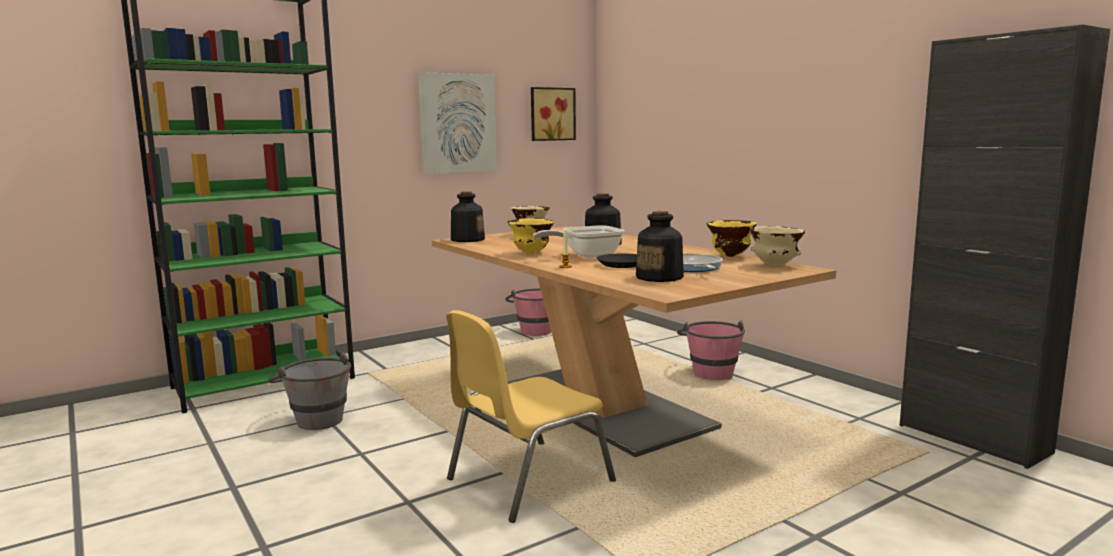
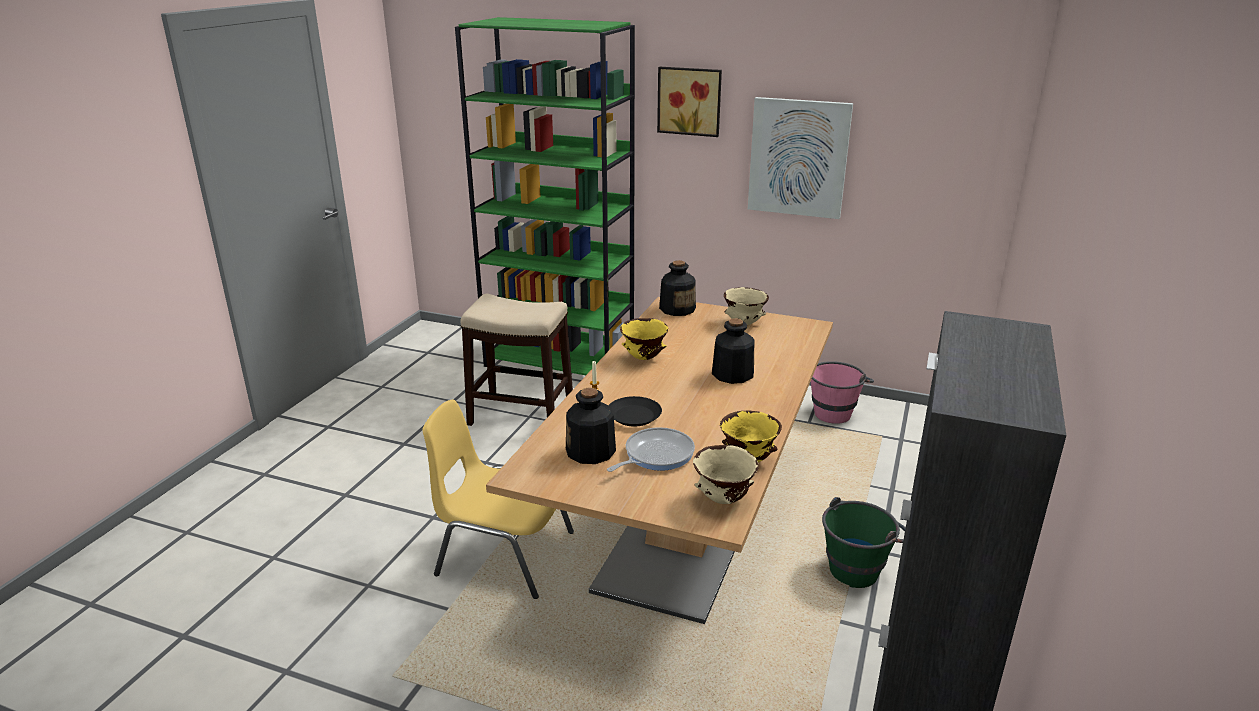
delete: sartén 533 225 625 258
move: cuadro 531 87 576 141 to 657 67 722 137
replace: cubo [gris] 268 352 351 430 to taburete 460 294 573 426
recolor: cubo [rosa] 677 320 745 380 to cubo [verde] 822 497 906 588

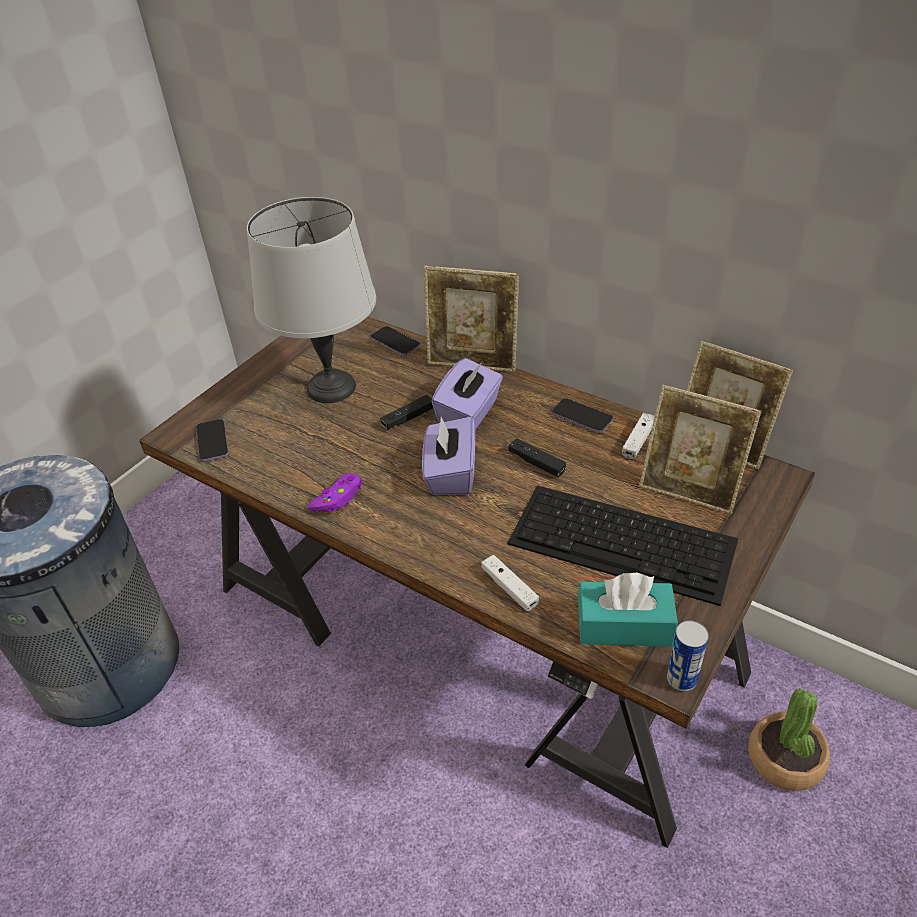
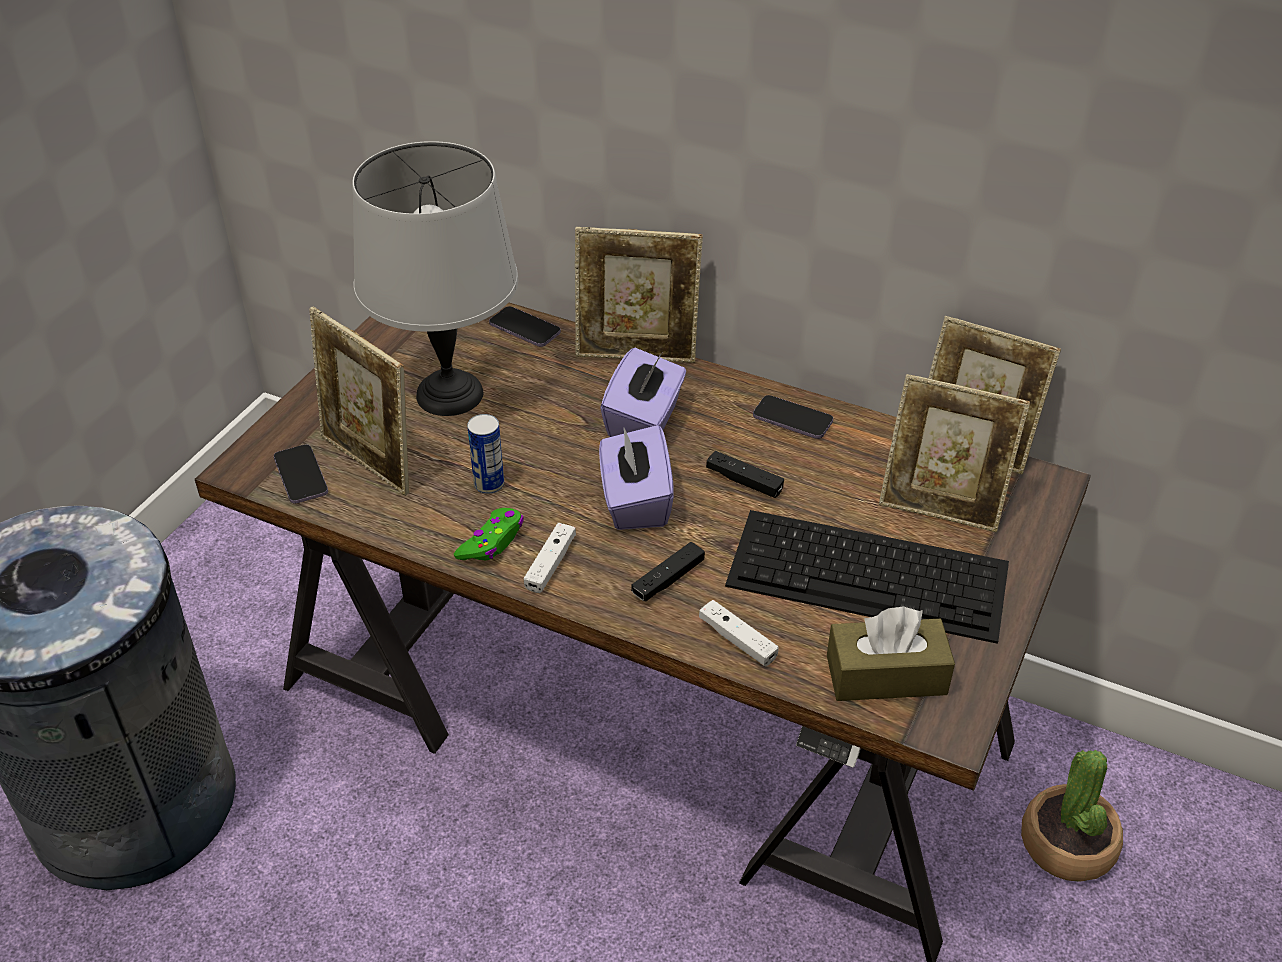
insert: portarretratos 309 306 409 496
move: lata 667 621 709 692 to 467 414 504 494; mando de consola [blanco] 622 413 654 459 to 524 523 576 593; mando de consola [negro] 380 395 433 429 to 631 542 705 601
recolor: mando de consola [morado] 307 473 362 512 to mando de consola [verde] 454 508 524 560; caja de pañuelos [turquesa] 578 573 678 647 to caja de pañuelos [marrón] 827 606 955 701

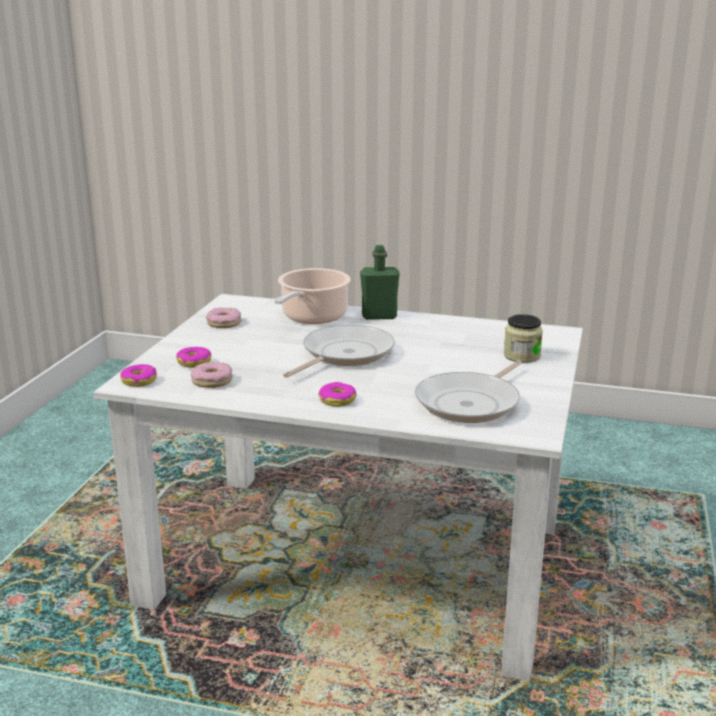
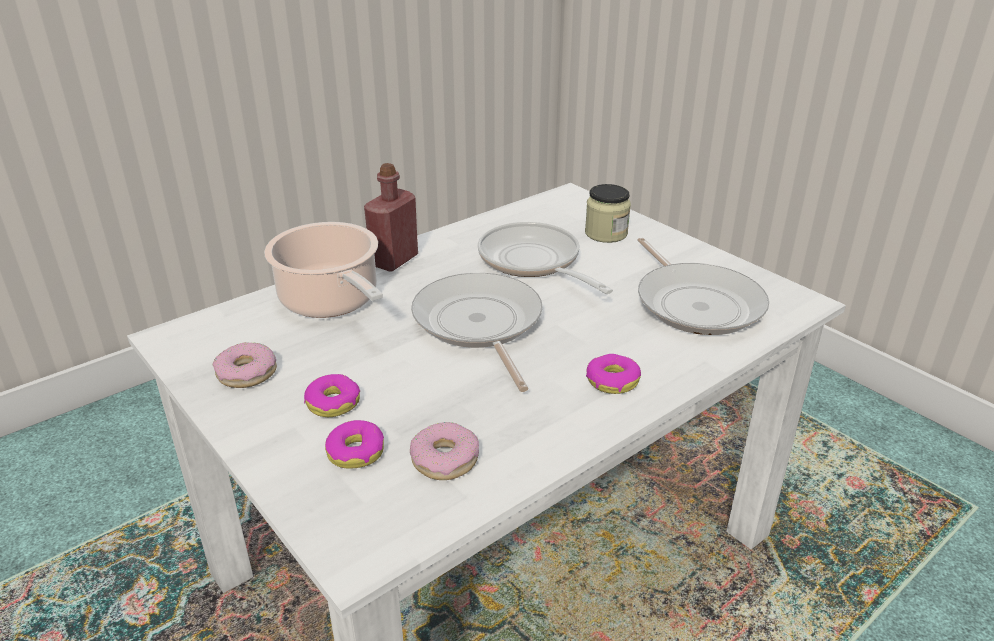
insert: sartén 478 222 613 294
move: rosquilla 120 364 157 387 to 304 374 360 417
recolor: botella [verde] 360 245 400 320 to botella [rojo] 364 163 418 272

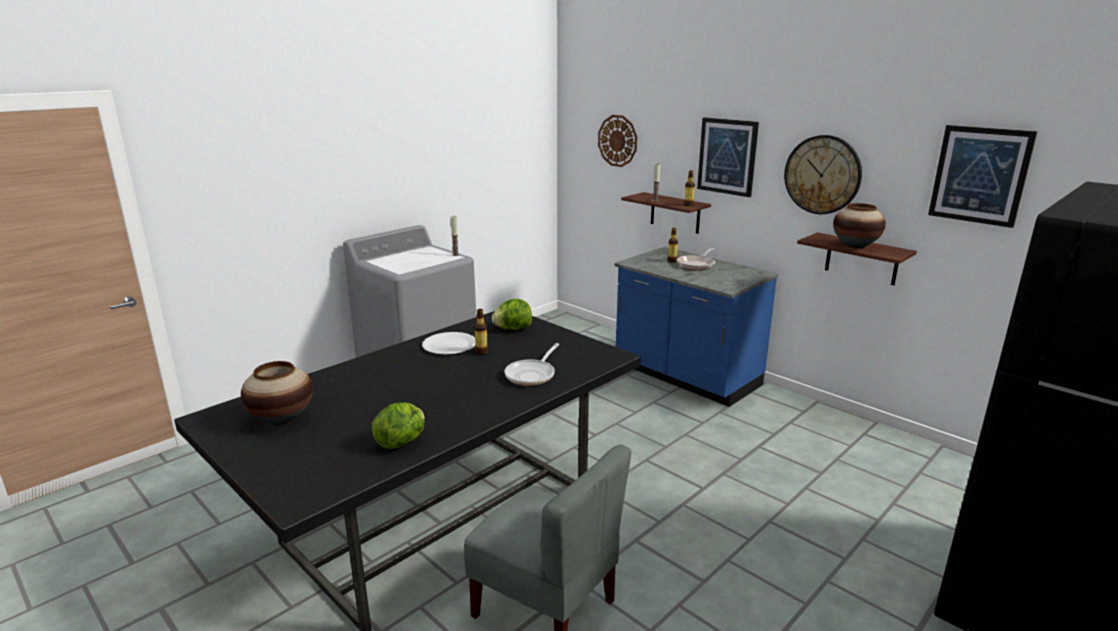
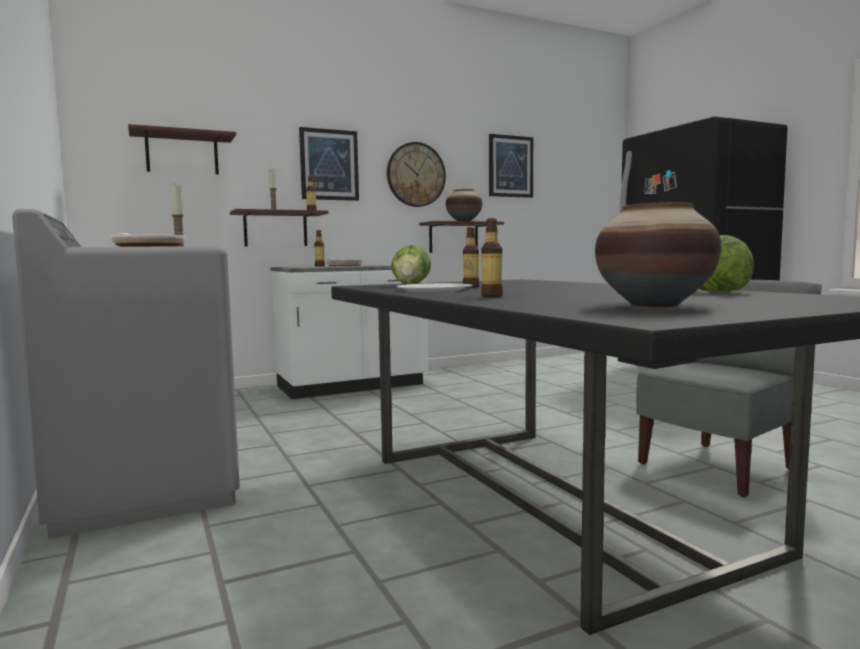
insert: botella 481 218 503 297
move: sartén 505 343 559 386 to 111 233 186 247
replace: reloj de pared 598 115 637 167 to estante 128 124 236 175
recolor: mueble bajo de cocina [azul] 614 247 778 407 to mueble bajo de cocina [blanco] 270 265 428 399

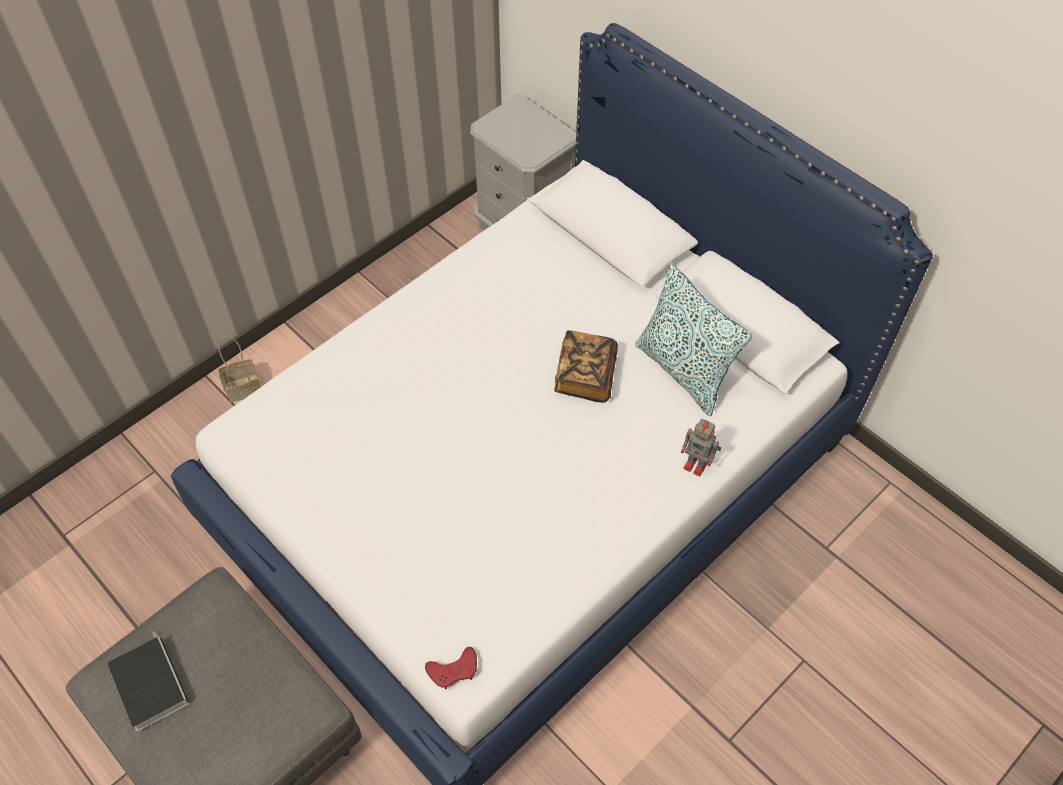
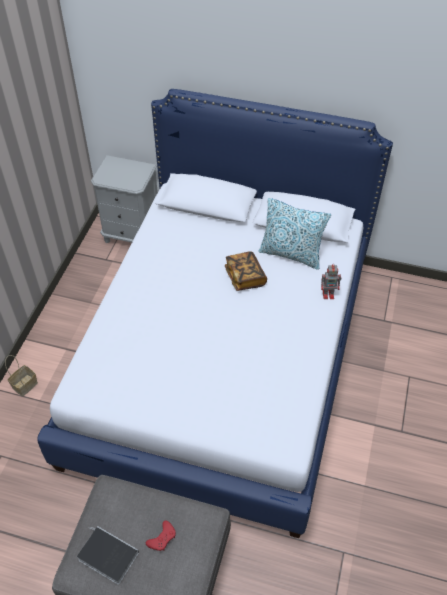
move: mando de consola [rojo] 425 647 477 689 to 146 520 176 551

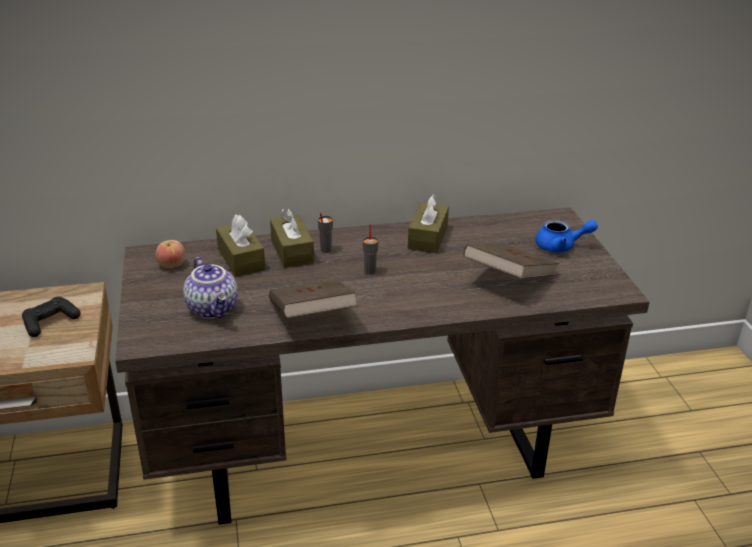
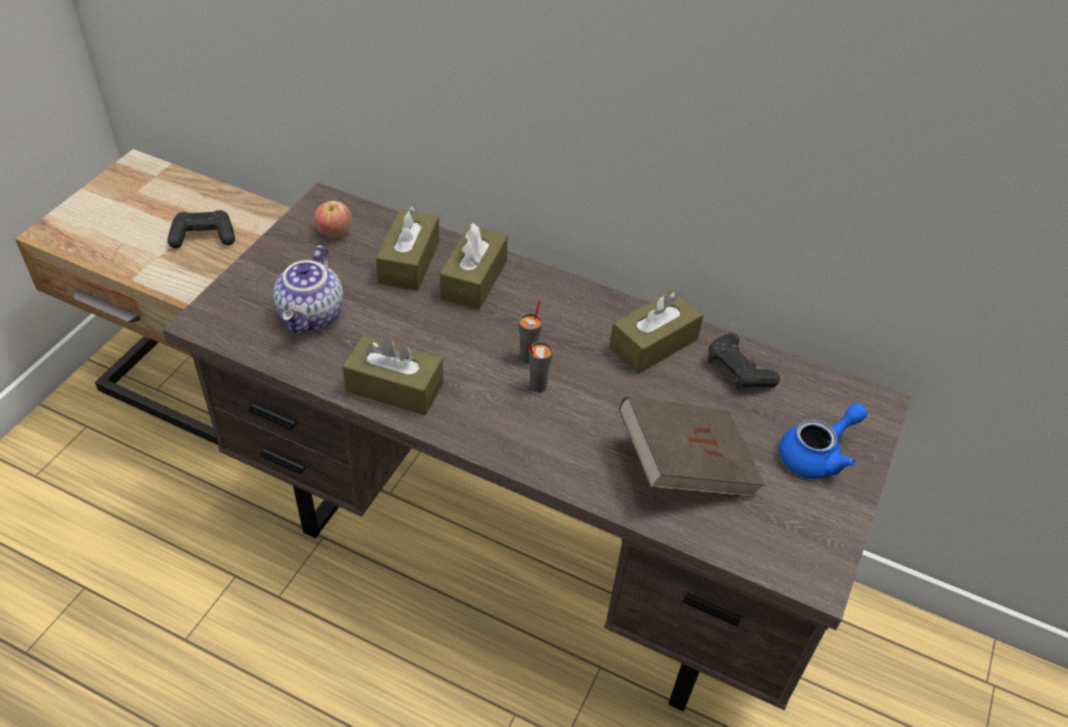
insert: mando de consola [negro] 708 333 780 390
move: taza [gris] 318 213 333 253 to 528 342 553 393
replace: libro [marrón] 269 279 358 318 to caja de pañuelos [marrón] 342 335 444 415
rotate: tetera [azul] 535 219 598 252 = 779 403 867 479 75 degrees counterclockwise

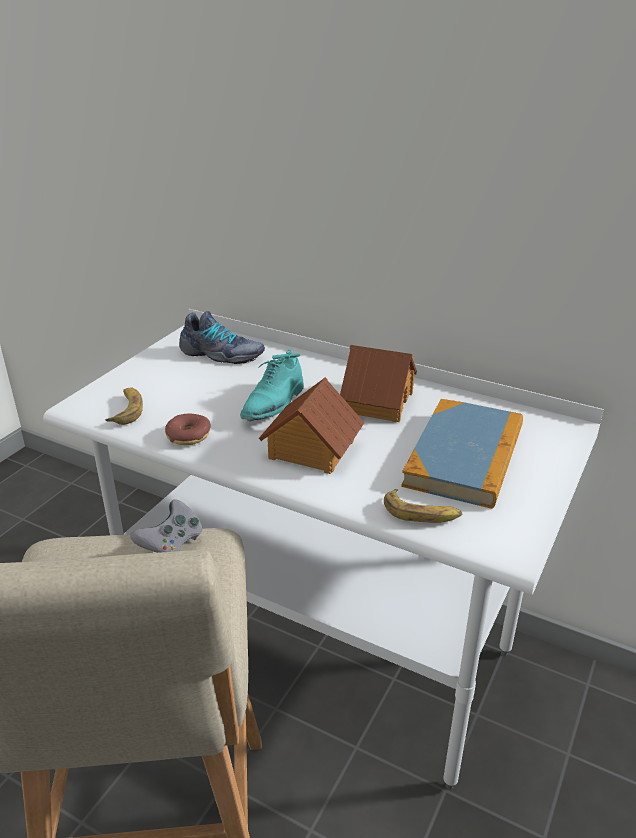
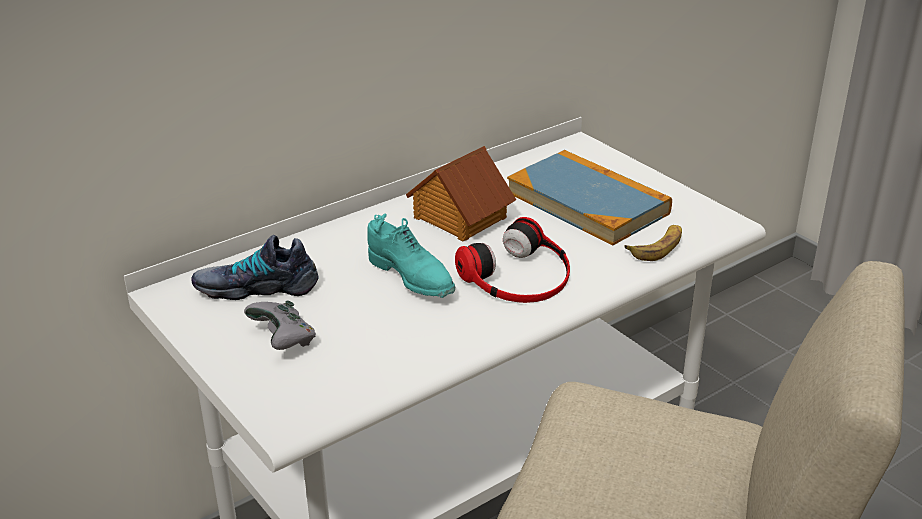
delete: plátano 105 387 143 425; rosquilla 165 414 211 445
move: mando de consola [gris] 130 499 203 553 to 244 301 316 350
replace: casita 259 377 364 474 to auriculares 455 217 570 303
rotate: zapato 179 311 265 364 = 191 235 318 300 135 degrees counterclockwise

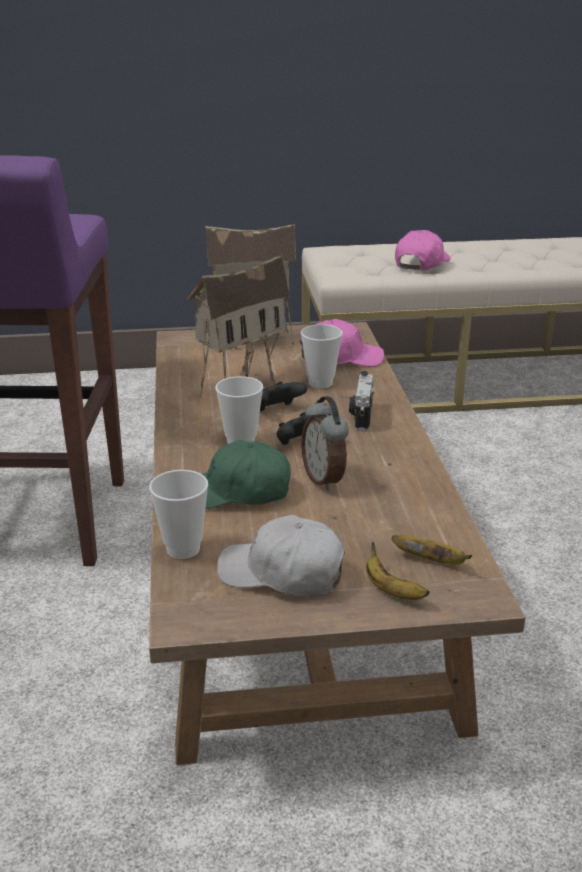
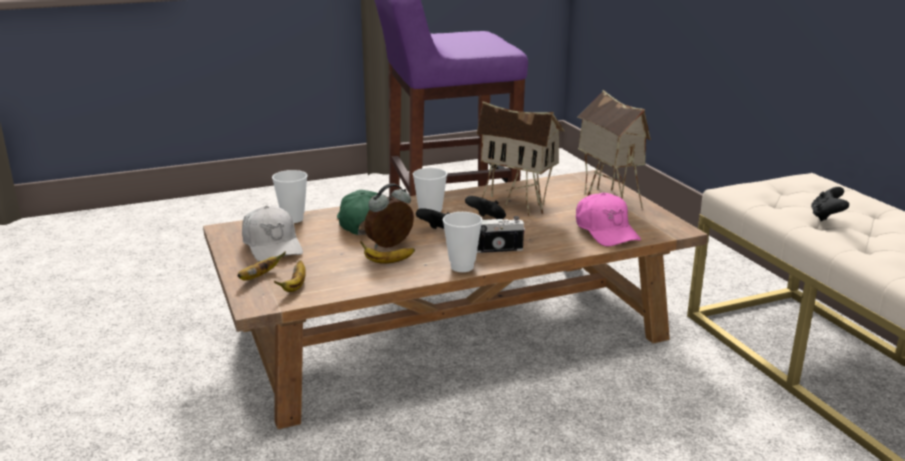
insert: plátano 360 241 415 264
move: taza 301 324 343 388 to 443 212 483 272
replace: gorra [rosa] 395 230 451 270 to mando de consola [negro] 811 187 849 221
rotate: gorra [blanco] 217 515 345 596 = 242 206 303 262 150 degrees clockwise

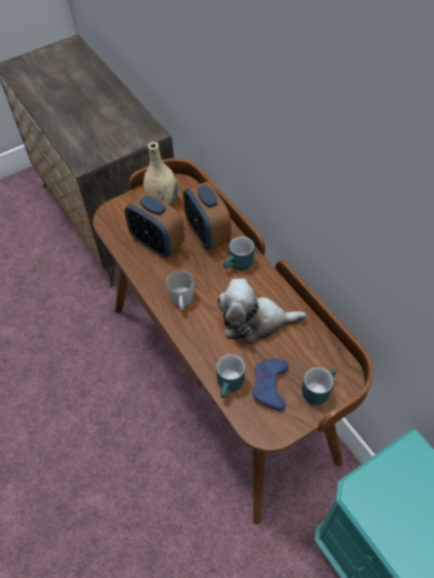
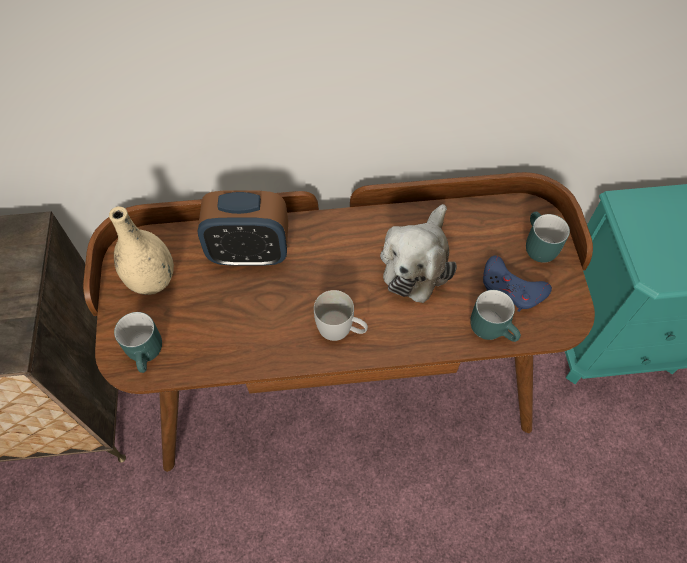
delete: despertador 124 192 185 257
move: taza grande [turquesa] 223 236 254 271 to 114 312 162 373

